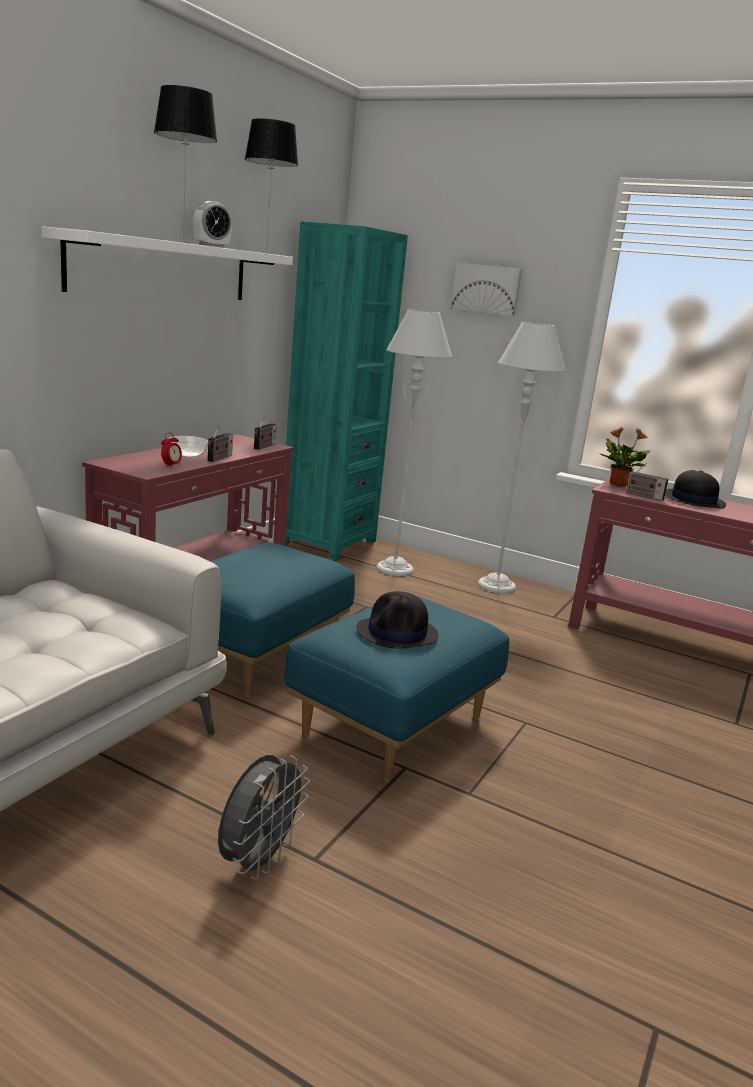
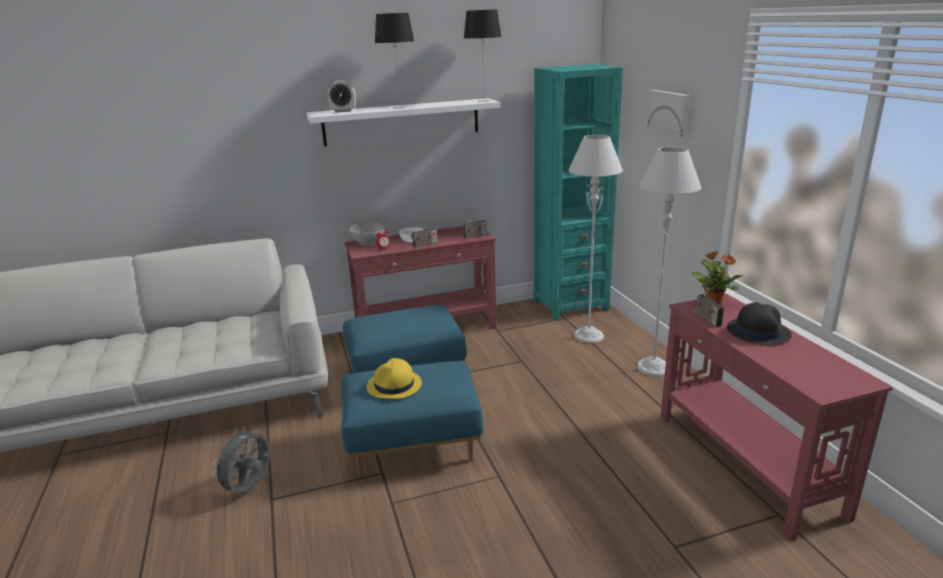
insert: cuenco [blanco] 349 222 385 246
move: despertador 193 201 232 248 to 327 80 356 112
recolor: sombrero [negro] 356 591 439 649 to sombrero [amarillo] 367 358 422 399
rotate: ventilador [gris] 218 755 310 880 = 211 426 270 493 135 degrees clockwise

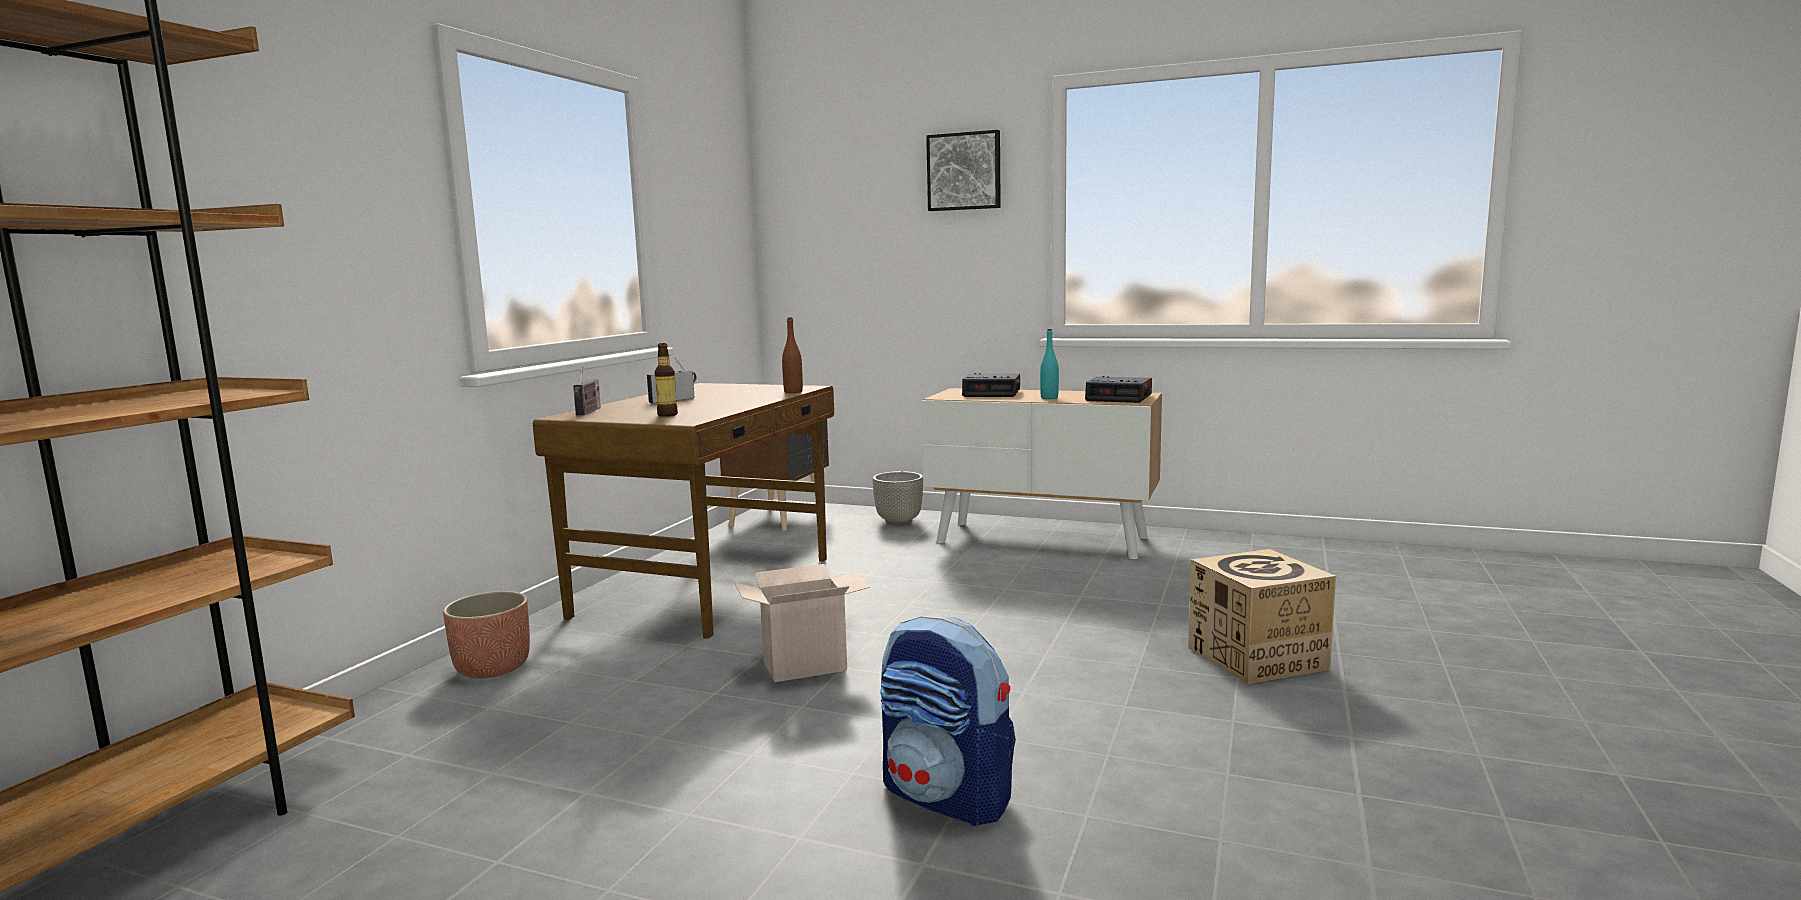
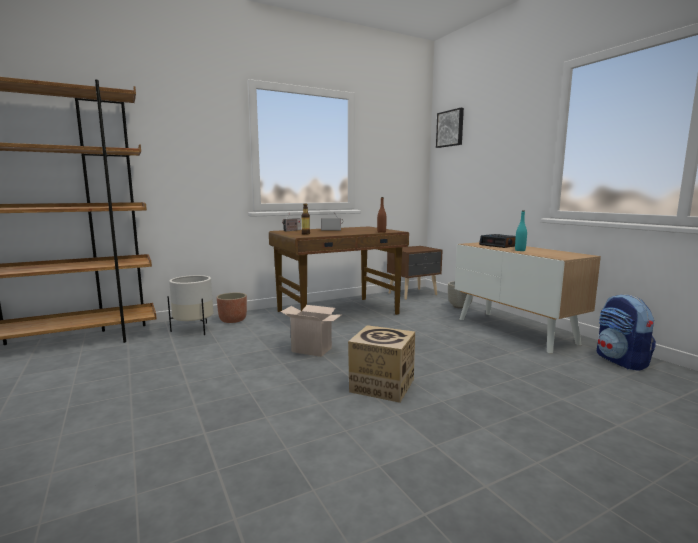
delete: despertador 1085 376 1152 403
insert: maceta [blanco] 167 275 213 335
move: caja de cartón 1188 549 1336 684 to 348 325 415 403; cuadro 926 130 1001 211 to 436 108 464 148; mochila 881 616 1016 826 to 597 294 656 371

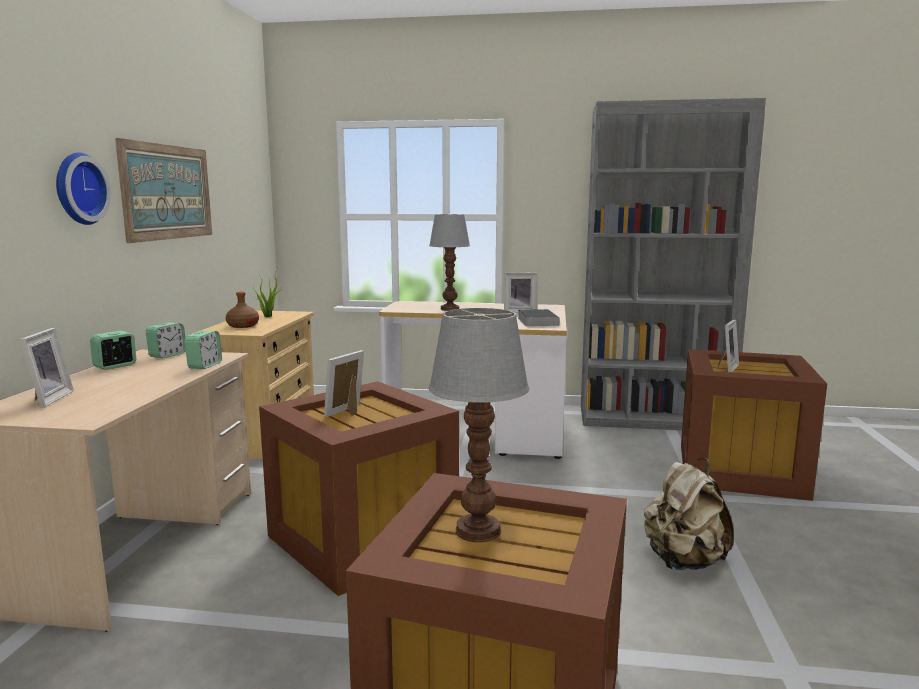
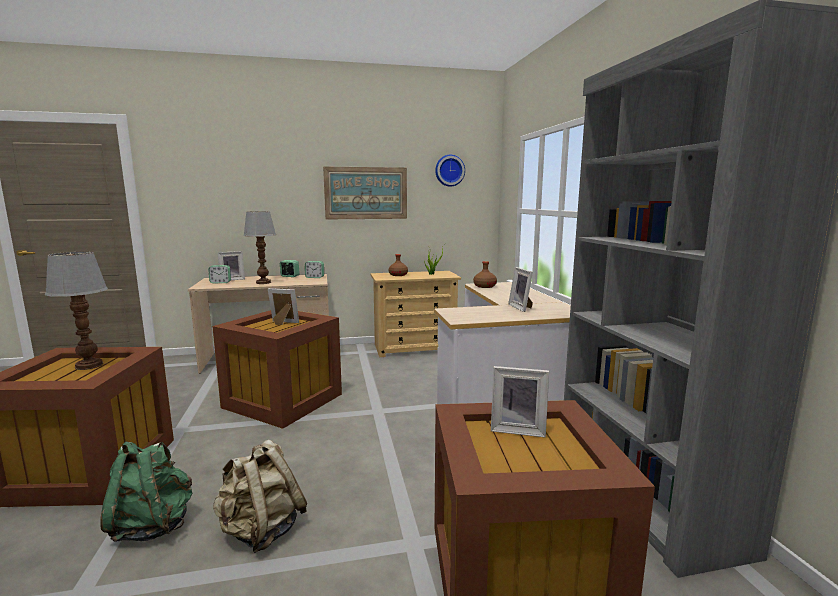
delete: libro 518 309 559 326
insert: mochila [verde] 100 441 192 542; botella [marrón] 473 261 497 288
move: despertador 184 331 222 369 to 208 265 231 284; lámpara de mesa 429 214 470 311 to 243 211 276 284; reloj de pared 56 152 111 225 to 435 155 465 187

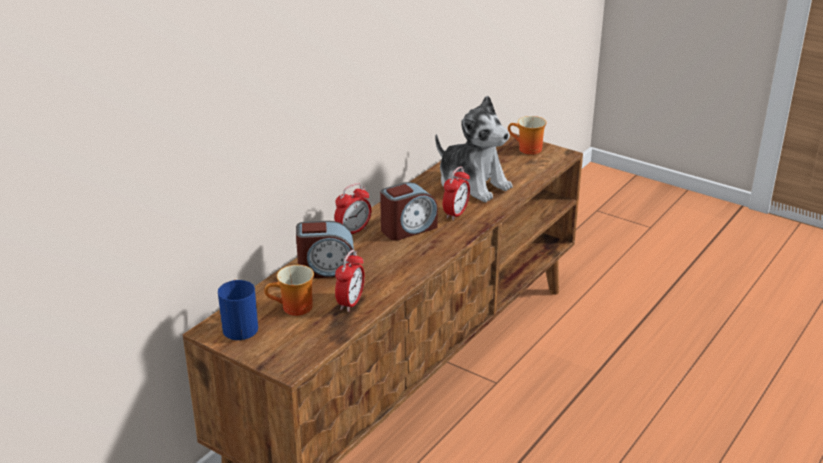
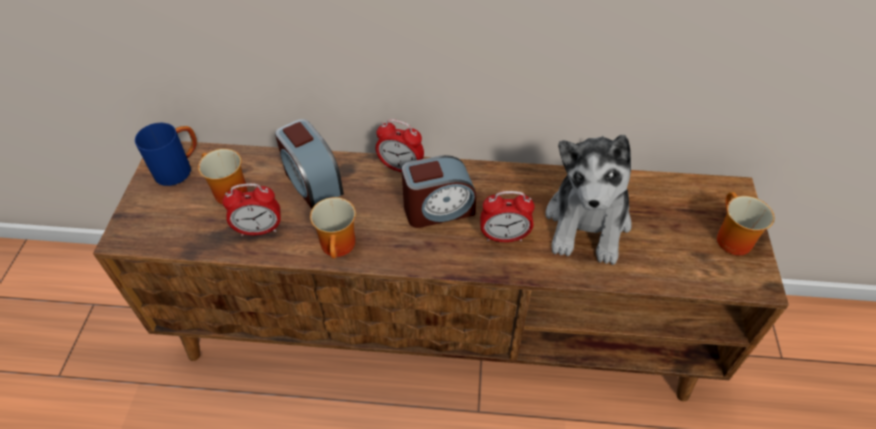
insert: taza grande 310 197 356 258
rotate: despertador 380 182 438 241 = 402 155 476 228 45 degrees counterclockwise

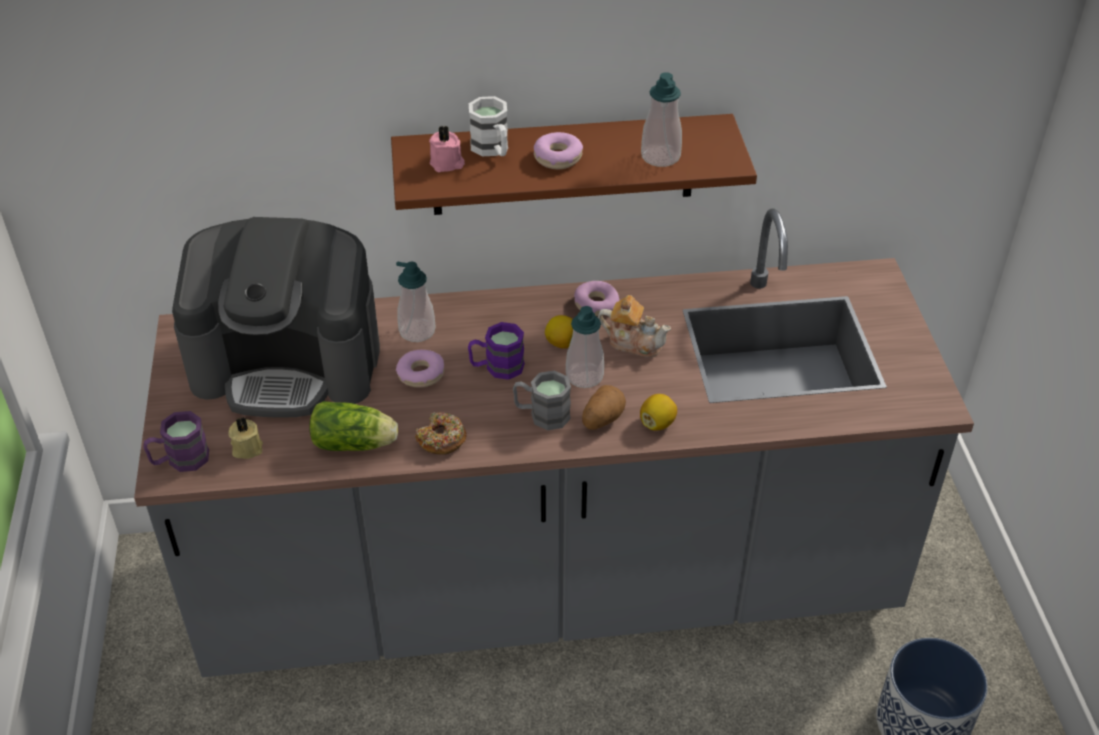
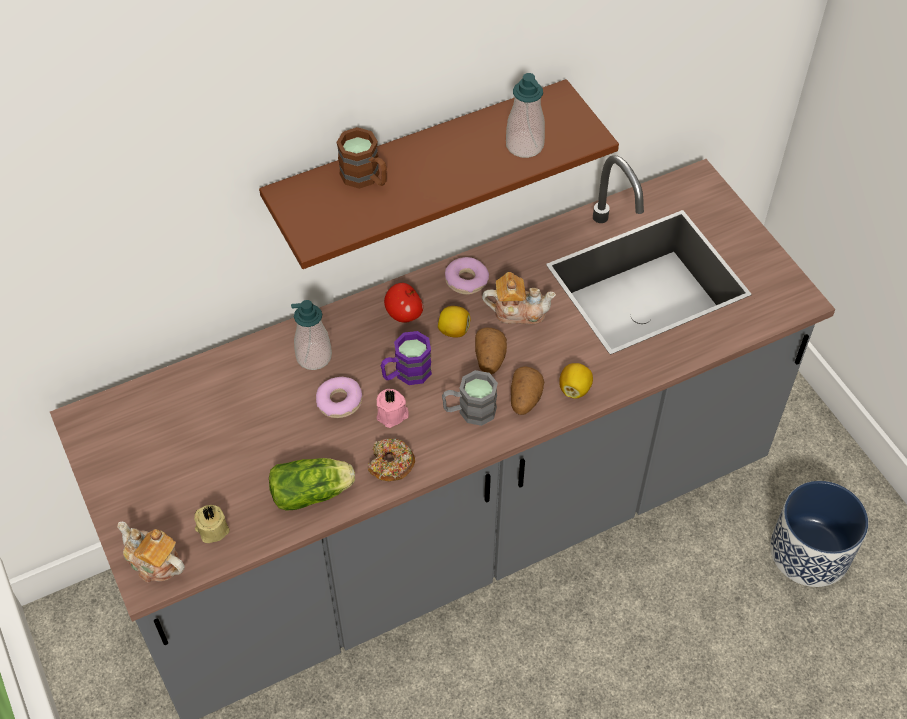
delete: cafetera 172 217 380 418; rosquilla 534 132 583 169
insert: manzana 384 283 423 323
move: vela [rosa] 429 125 465 172 to 377 389 409 428
replace: taza grande [morado] 143 411 209 472 to tetera 117 522 185 582; dispensador de jabón 566 306 604 388 to patata 475 328 507 374
recolor: taza grande [blanco] 469 96 508 156 to taza grande [marrón] 336 127 387 189

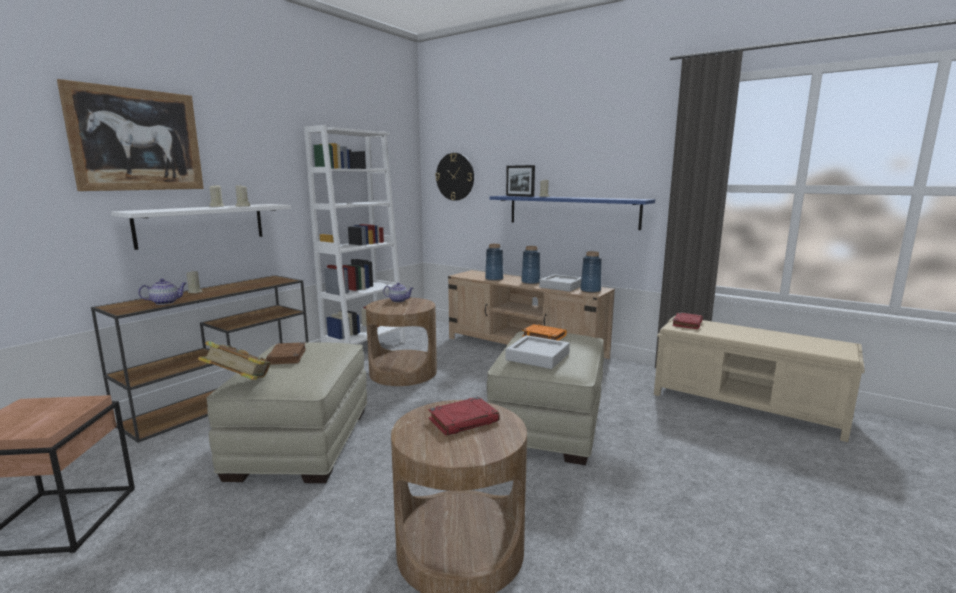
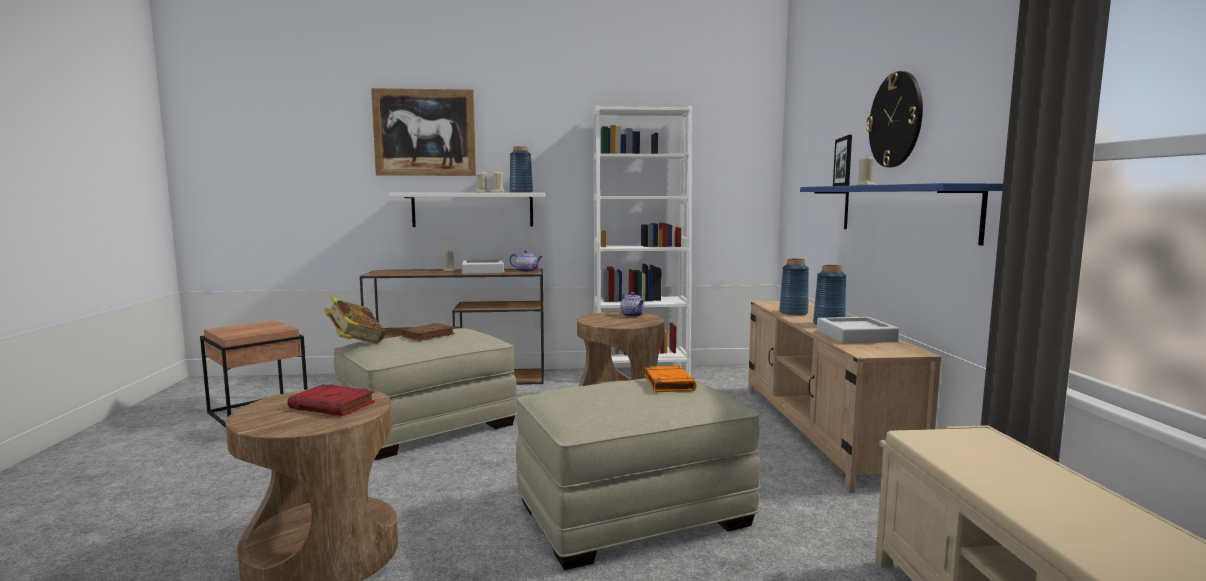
delete: libro [rojo] 673 312 703 329
move: bandeja [gris] 505 335 570 369 to 462 259 504 274; florero [azul] 580 251 602 293 to 510 146 533 193; tetera 138 279 186 305 to 510 250 543 272; reloj de pared 435 153 474 201 to 866 71 923 167

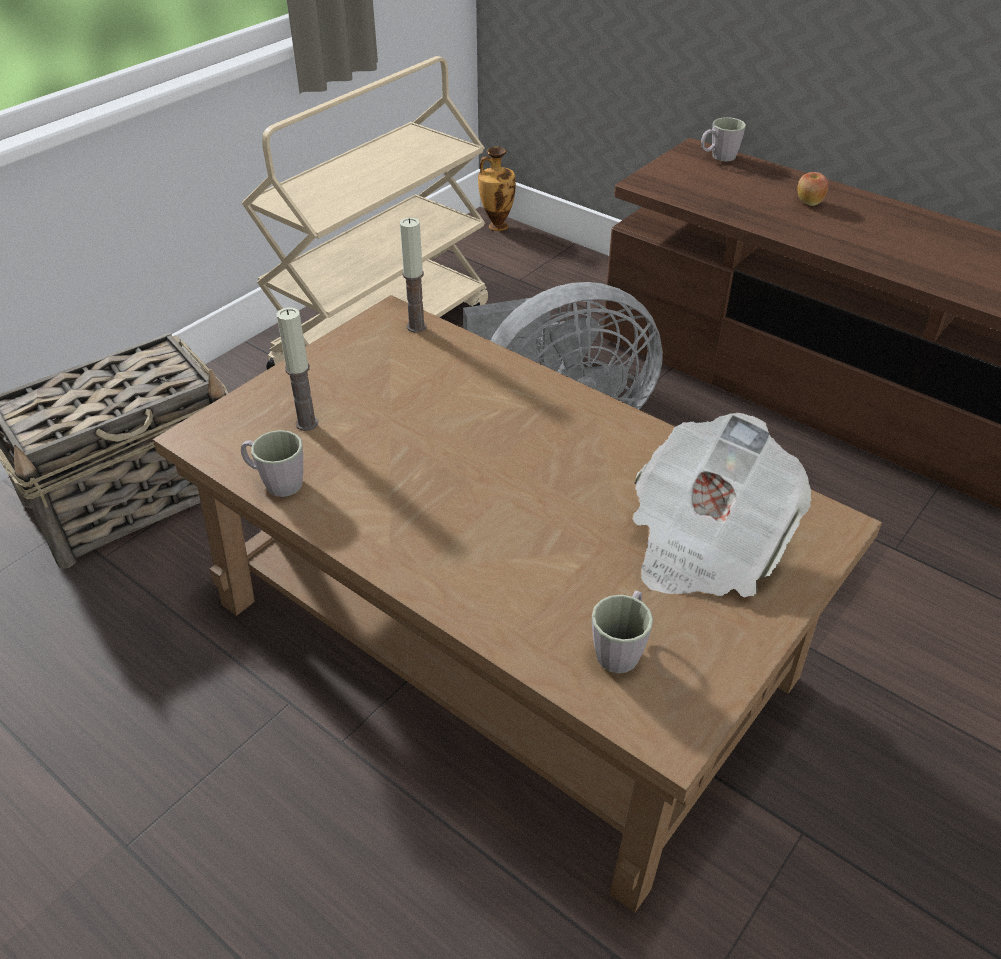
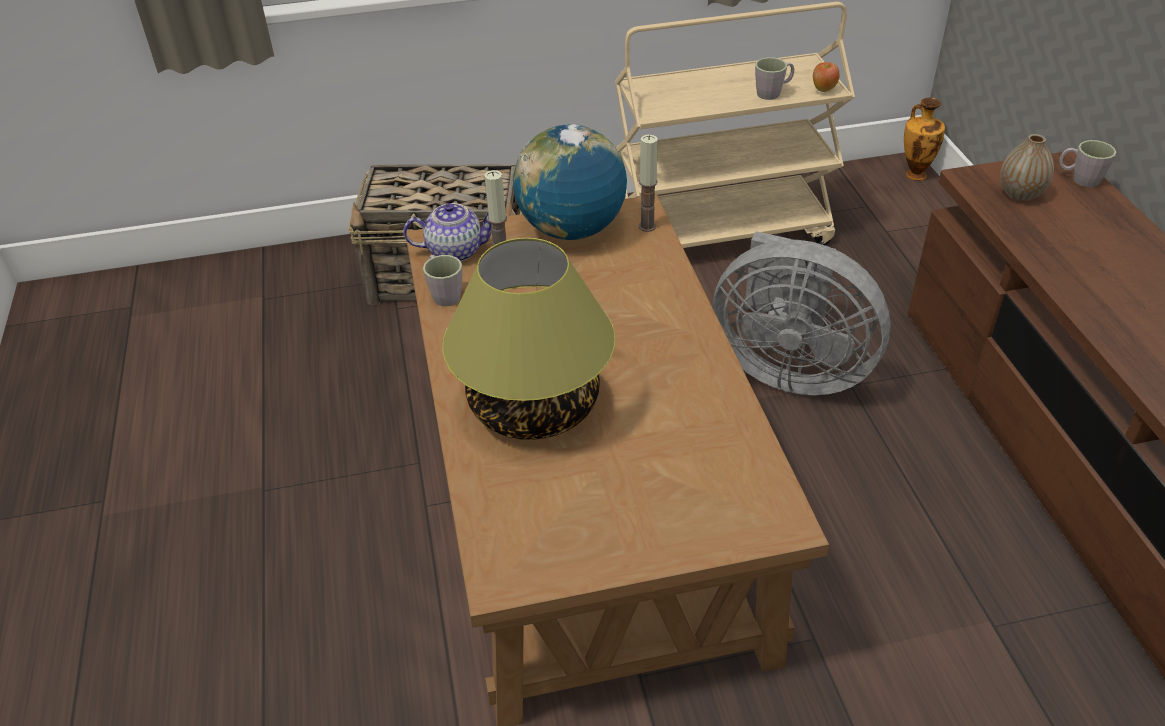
delete: periódico 632 413 812 597
insert: tetera 403 203 492 262; lámpara de mesa 442 238 616 440; globo terráqueo 513 124 627 240; florero 1000 134 1054 201
move: taza grande [gris] 592 591 653 673 to 755 57 794 100; manzana 798 172 829 206 to 813 62 840 92

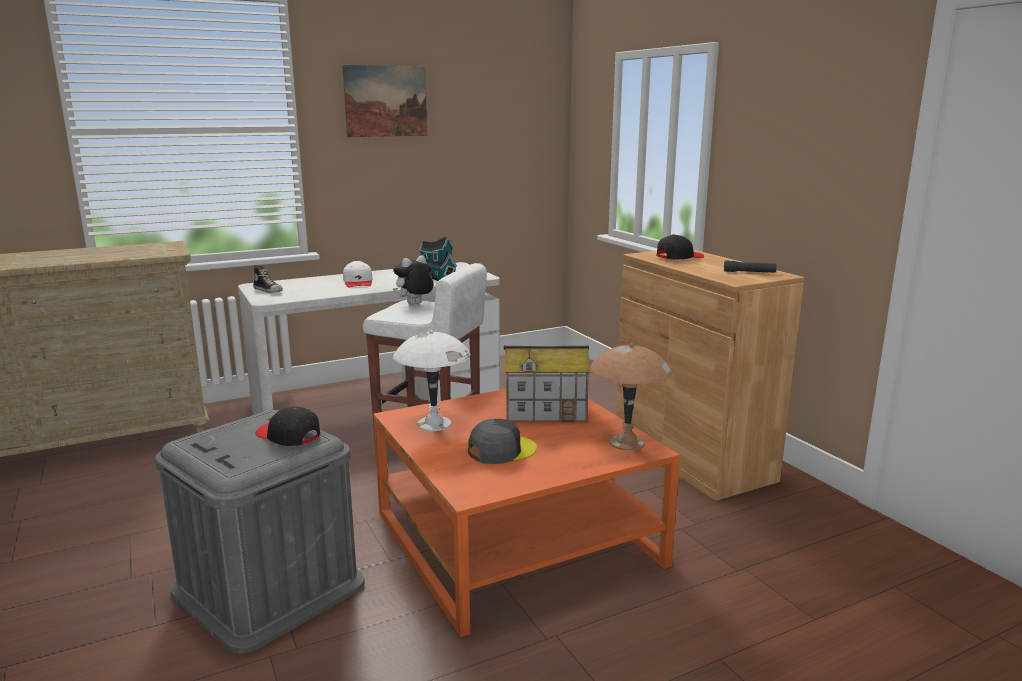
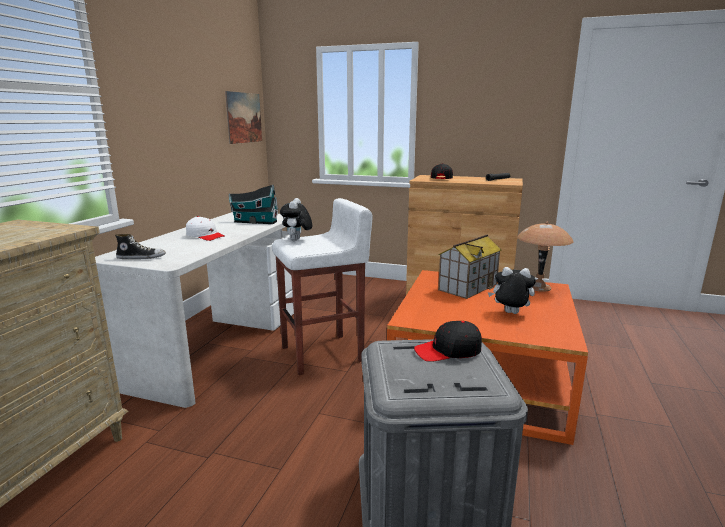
delete: lámpara de mesa [blanco] 393 330 471 431
move: cuadro 342 65 427 137 to 225 91 262 144
replace: gorra [gris] 468 419 537 464 to peluche 488 267 536 314

